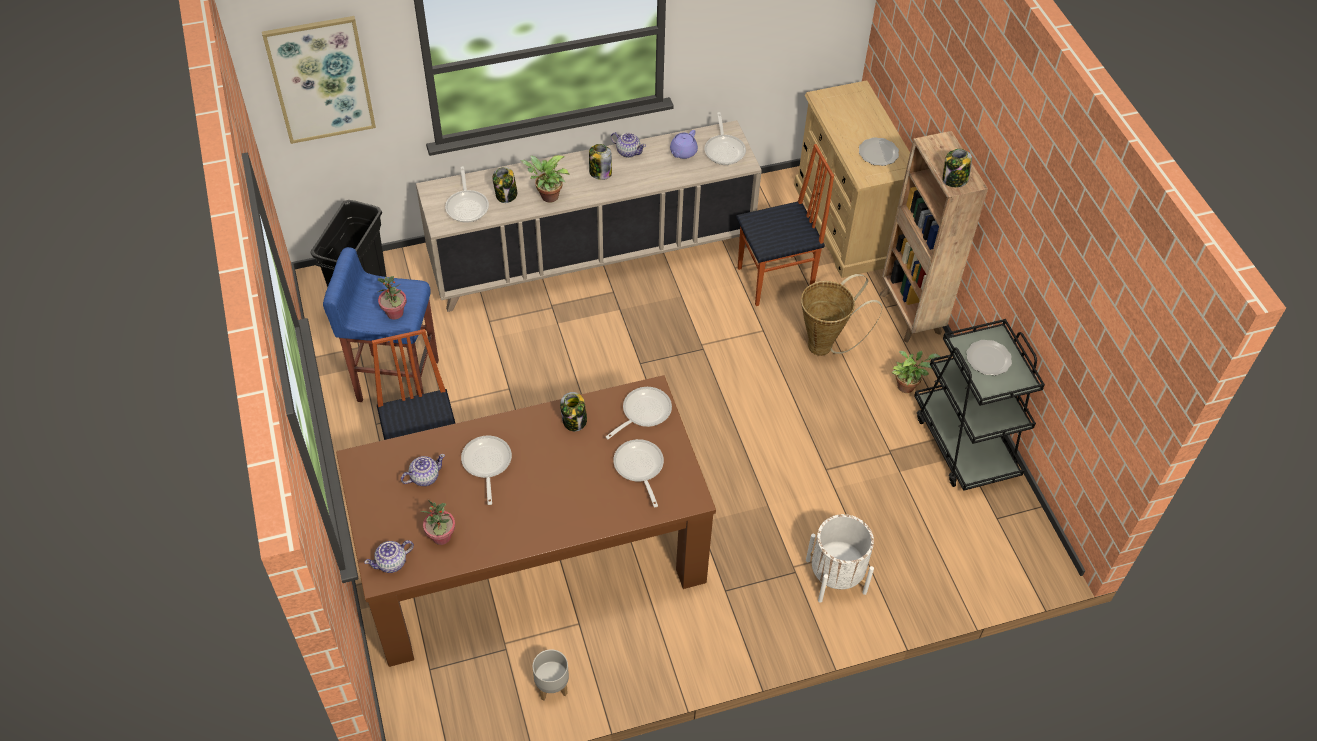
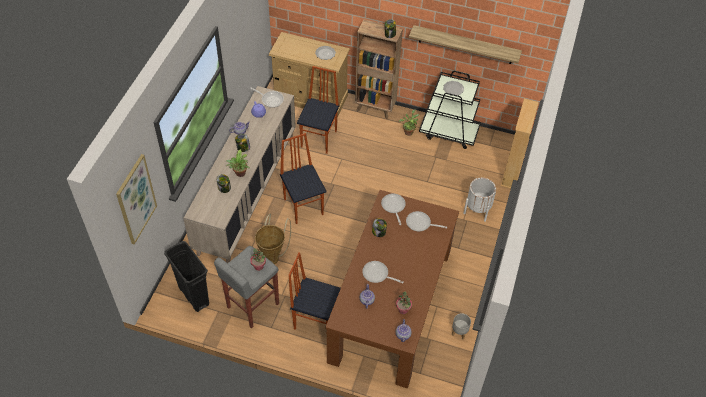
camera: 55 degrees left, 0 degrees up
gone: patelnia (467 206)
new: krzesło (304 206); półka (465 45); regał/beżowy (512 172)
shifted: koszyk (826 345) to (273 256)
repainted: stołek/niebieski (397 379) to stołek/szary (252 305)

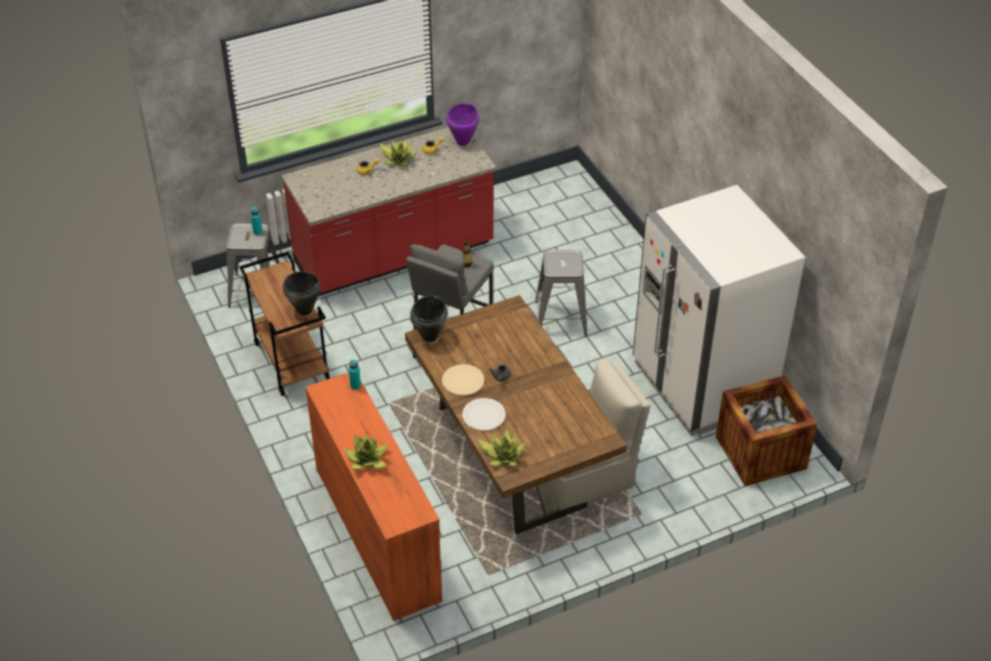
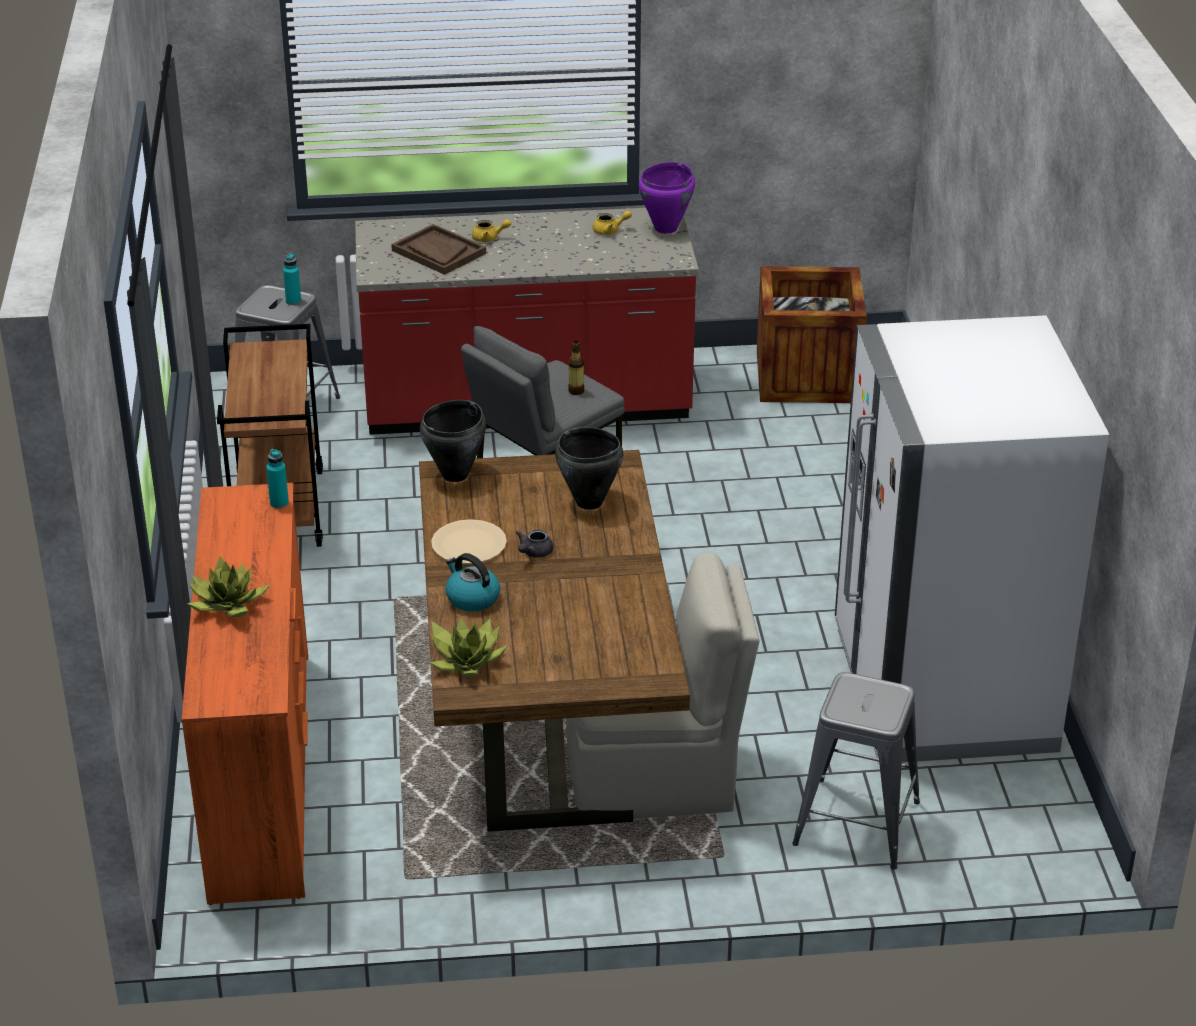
camera: 20 degrees right, 10 degrees down
gone: roślina doniczkowa (398 159)
new: taca/brązowy (438 252)
shifted: garnek/czarny (305 310) to (589 502); stołek/szary (560 318) to (856 822); skrzynka (760 452) to (807 376)
swapped: talerz/biały (484 415) to czajnik (472 598)

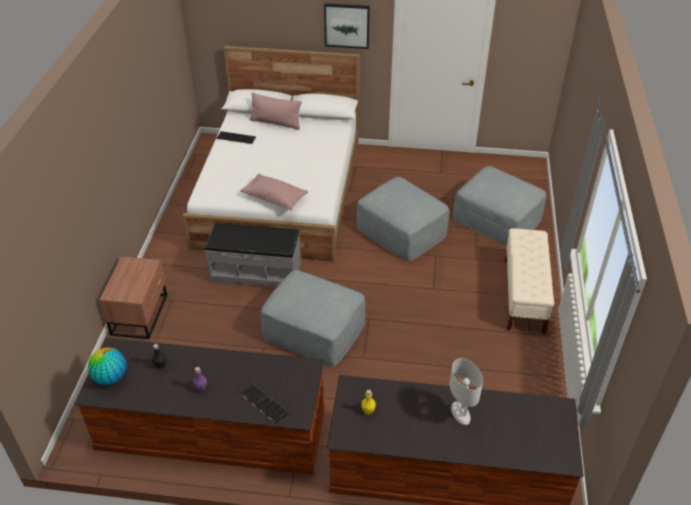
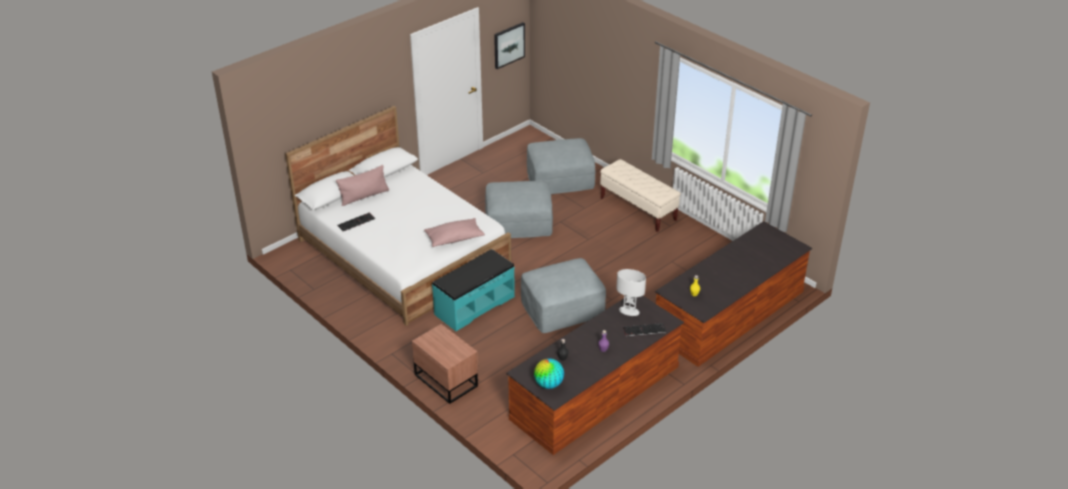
camera: 50 degrees left, 5 degrees down
shifted: obraz (347 25) to (509 45); lampa stołowa/biały (460 414) to (629 311)
repainted: ławka/szary (256 272) to ławka/turkusowy (474 305)

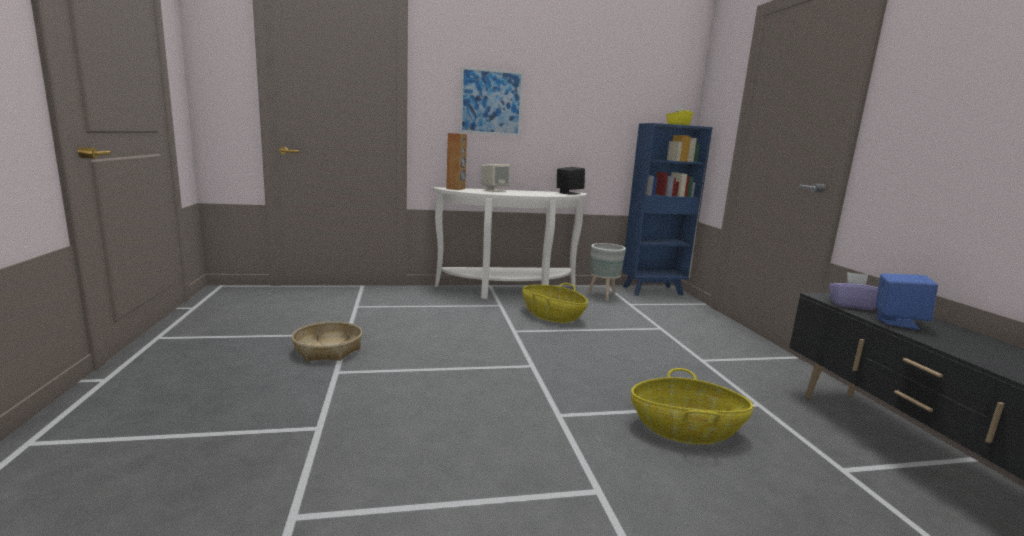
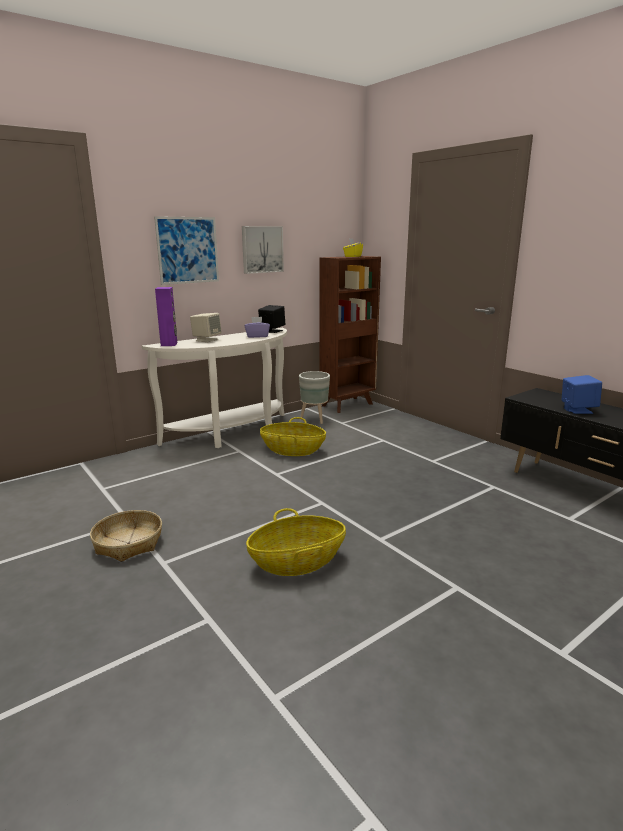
camera: 25 degrees left, 5 degrees up
new: obraz (262 249)
shifted: koszyk (686 430) to (297 562); pudełko chusteczek/fioletowy (851 305) to (257 336)
repainted: głośnik/brązowy (456 189) to głośnik/fioletowy (169 344); regał/niebieski (654 291) to regał/brązowy (348 405)

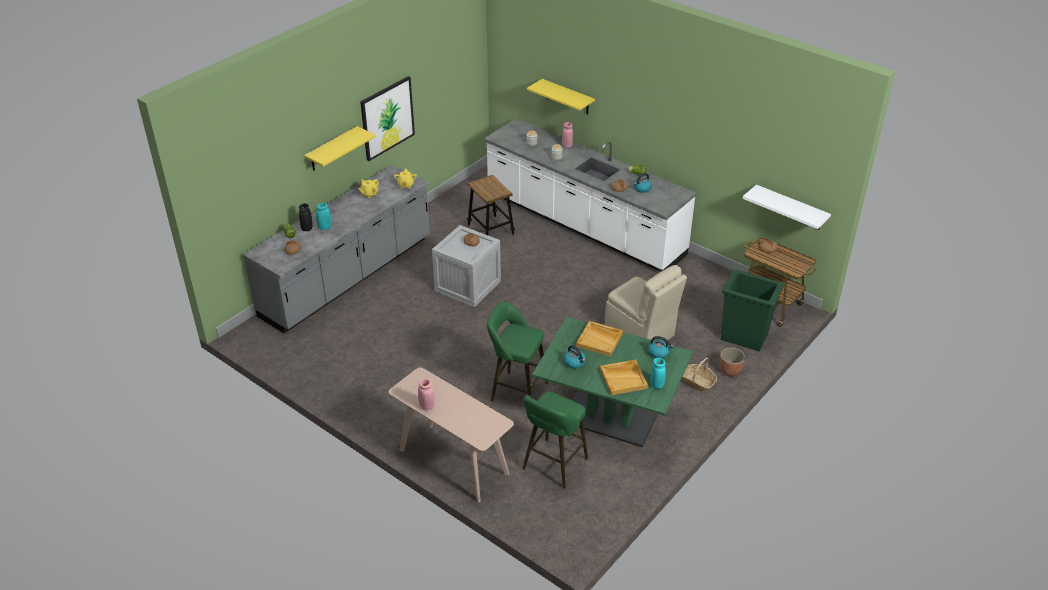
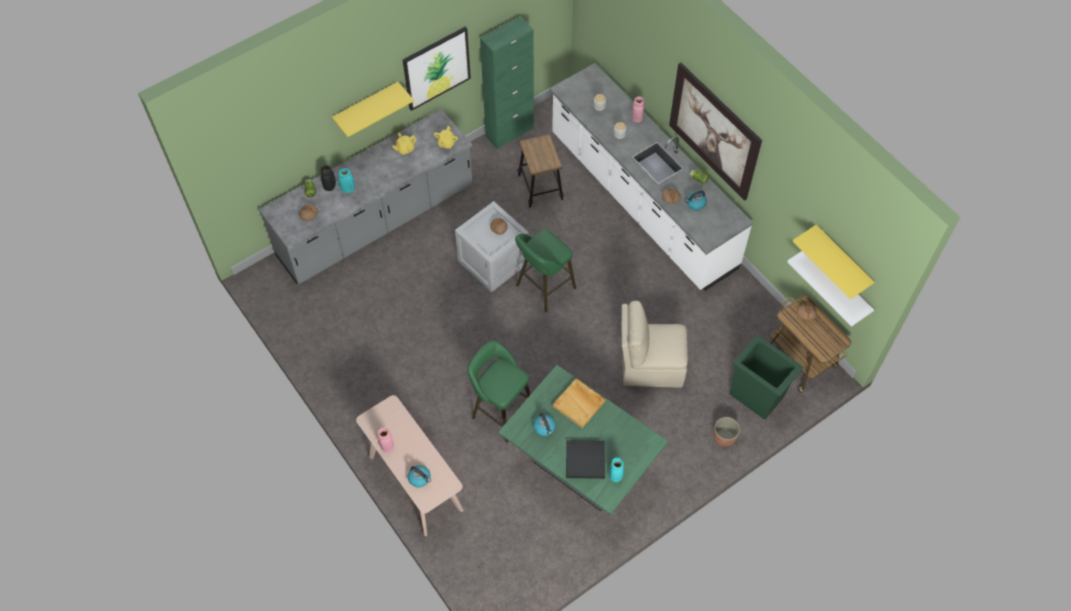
camera: 15 degrees right, 20 degrees up
gone: koszyk (698 381)
new: szafka/zielony (509 132); obraz (714 131)
shifted: stołek/zielony (553 466) to (543 288); półka/żółty (567 97) to (842 259); czajnik (659 352) to (420 478)
repainted: taca/beżowy (623 378) to taca/czarny (585 460)
rotated: krzesło/beżowy (640 333) = (650 366) 120 degrees clockwise

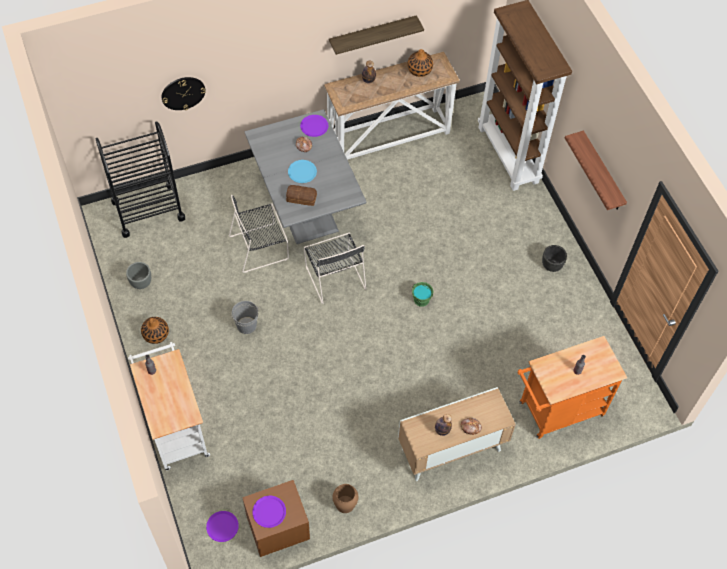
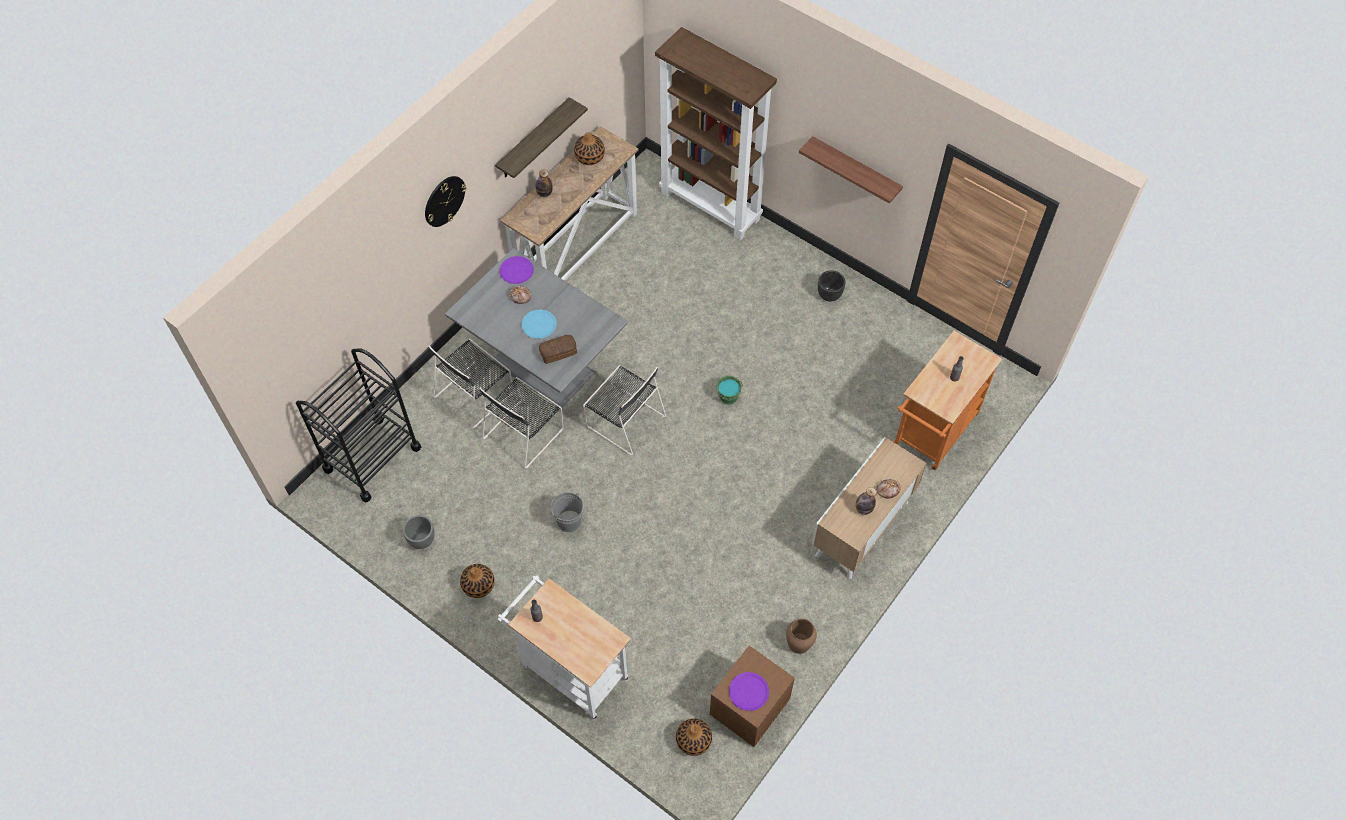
camera: 30 degrees left, 0 degrees up
new: krzesło/czarny (475 393)
shifted: zegar ścienny (183 93) to (444 201)
swapped: talerz/fioletowy (222 526) to wazon (693 740)

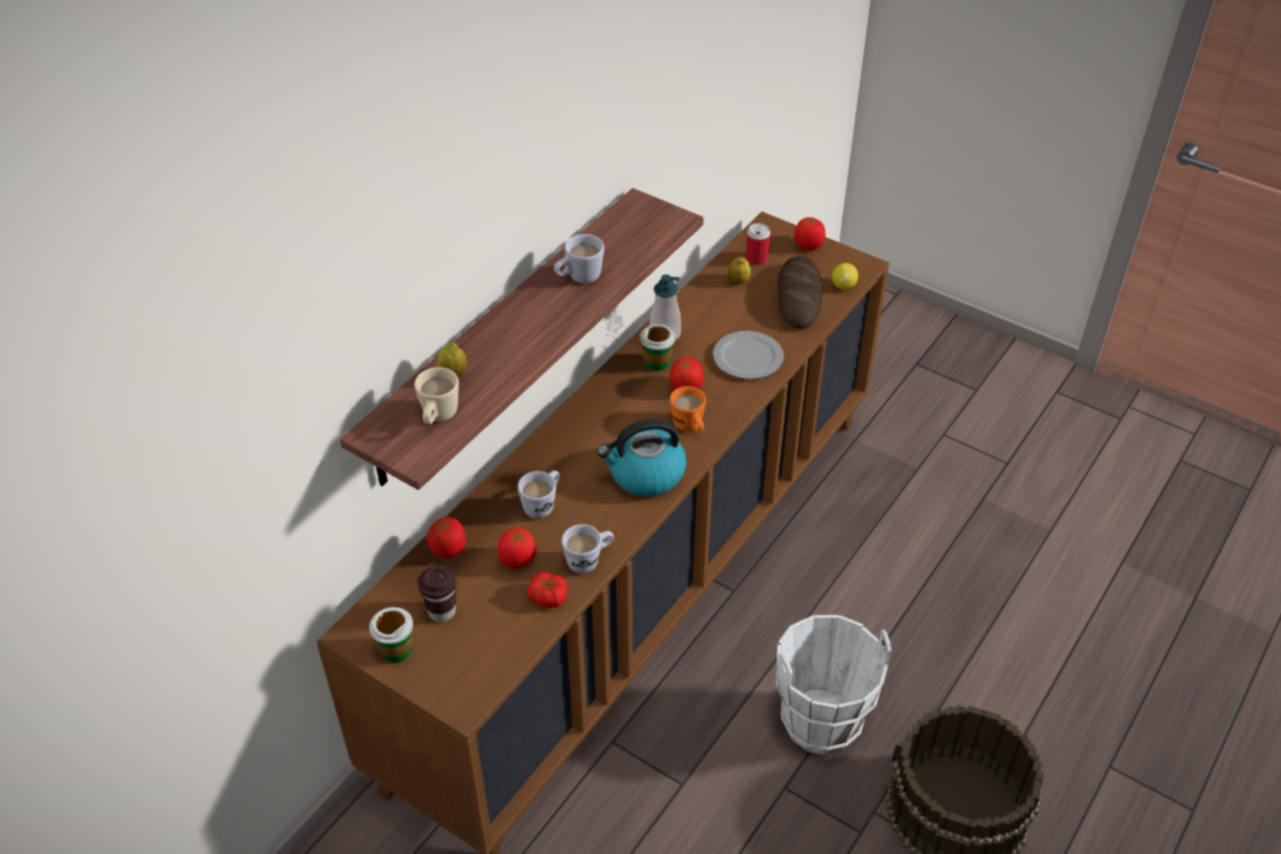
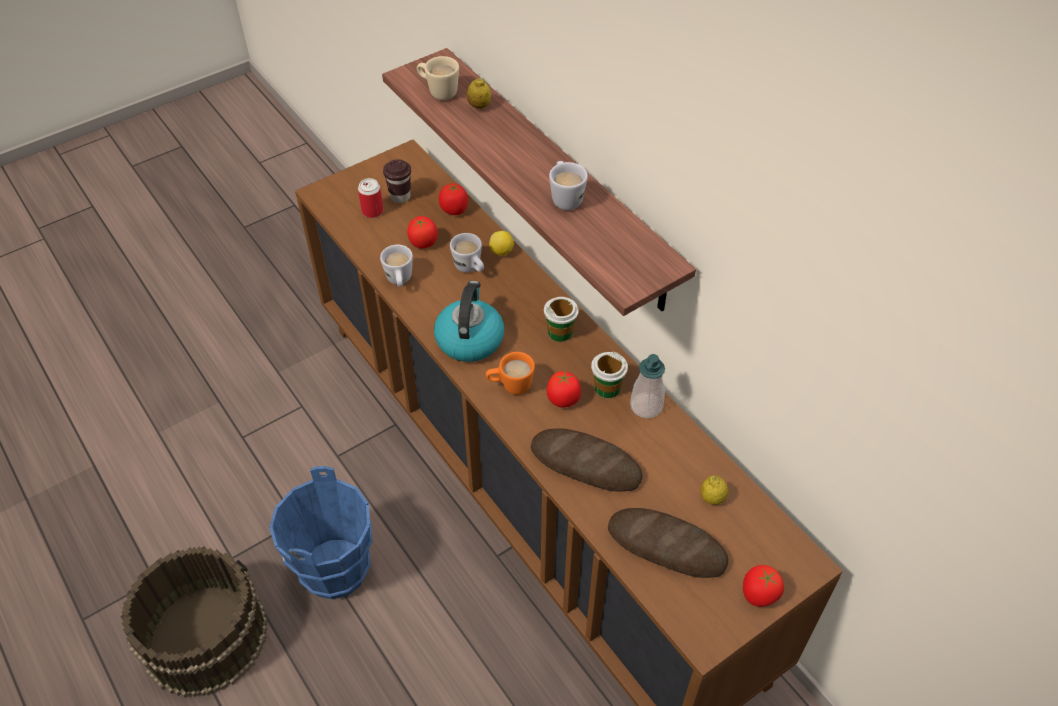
camera: 110 degrees right, 5 degrees up
gone: pomidor (548 597)
shifted: filiżanka (396 650) to (560 332); puszka (756 259) to (372 211); cytryna (843 285) to (501 252)
swapped: talerz (749 357) to chleb (585 464)
repainted: wiadro/biały (820 722) to wiadro/niebieski (336 570)

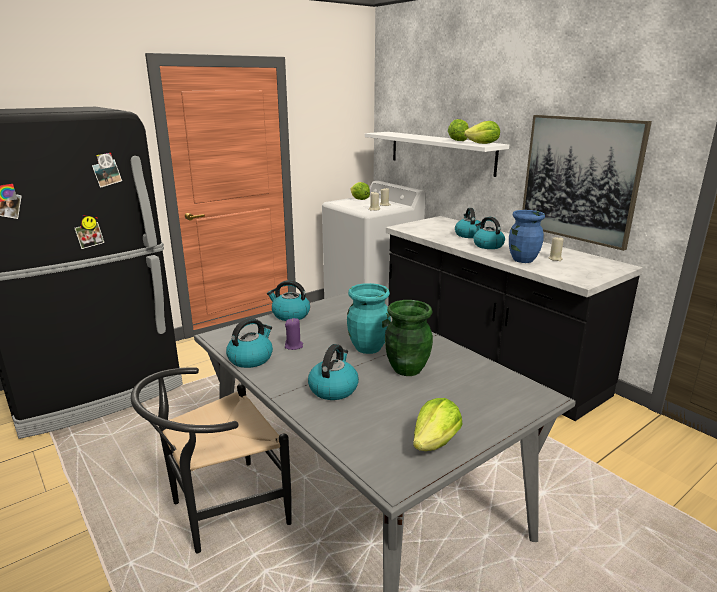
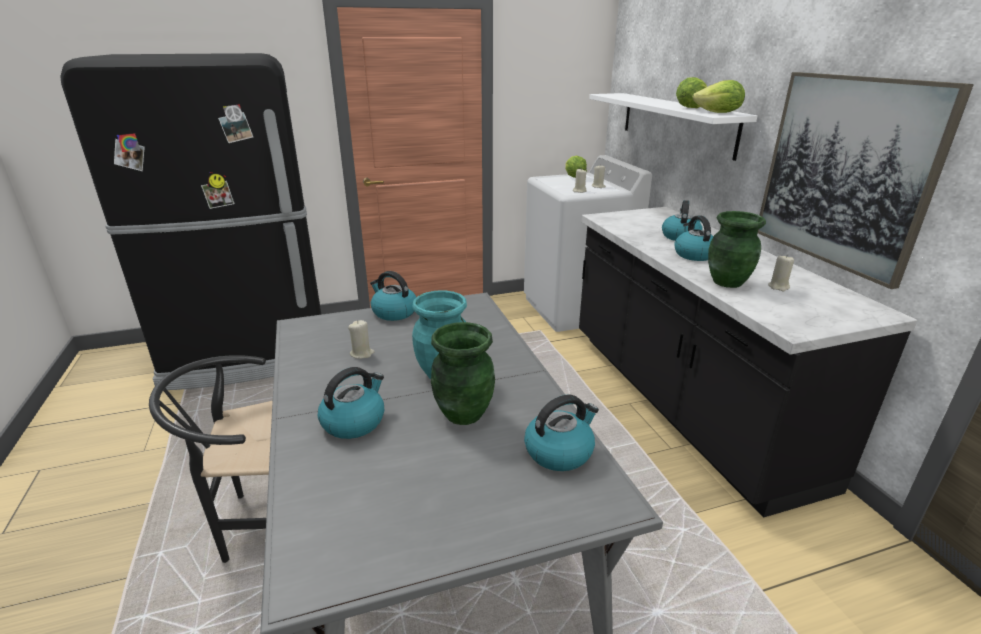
camera: 20 degrees right, 5 degrees up
gone: sałata (435 443)
shifted: czajnik (251 358) to (559 451)
repainted: świeca/fioletowy (294 346) to świeca/beżowy (362 353); wazon/niebieski (523 260) to wazon/zielony (727 282)

